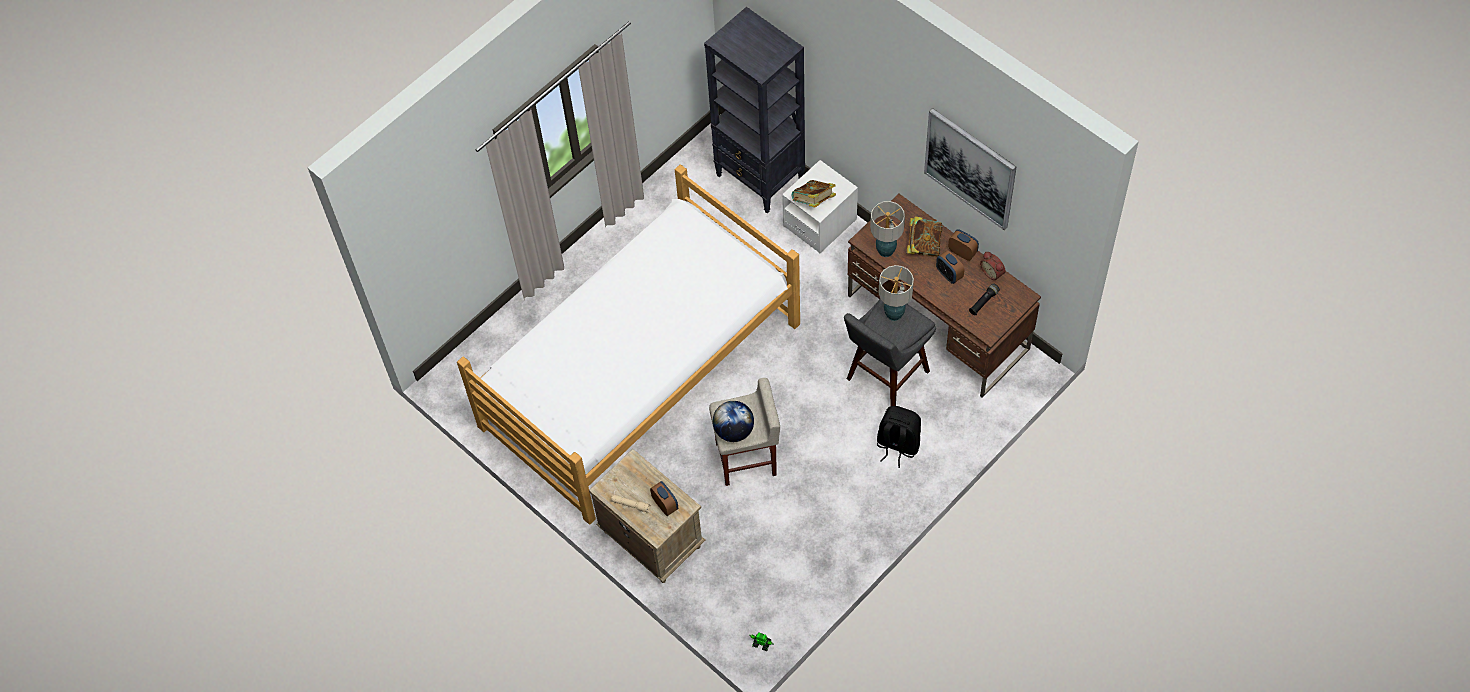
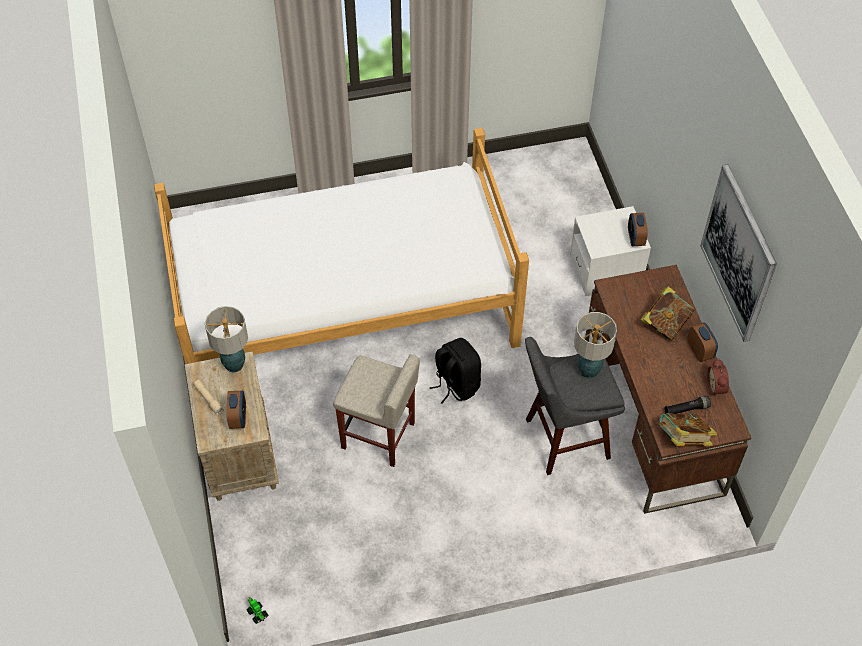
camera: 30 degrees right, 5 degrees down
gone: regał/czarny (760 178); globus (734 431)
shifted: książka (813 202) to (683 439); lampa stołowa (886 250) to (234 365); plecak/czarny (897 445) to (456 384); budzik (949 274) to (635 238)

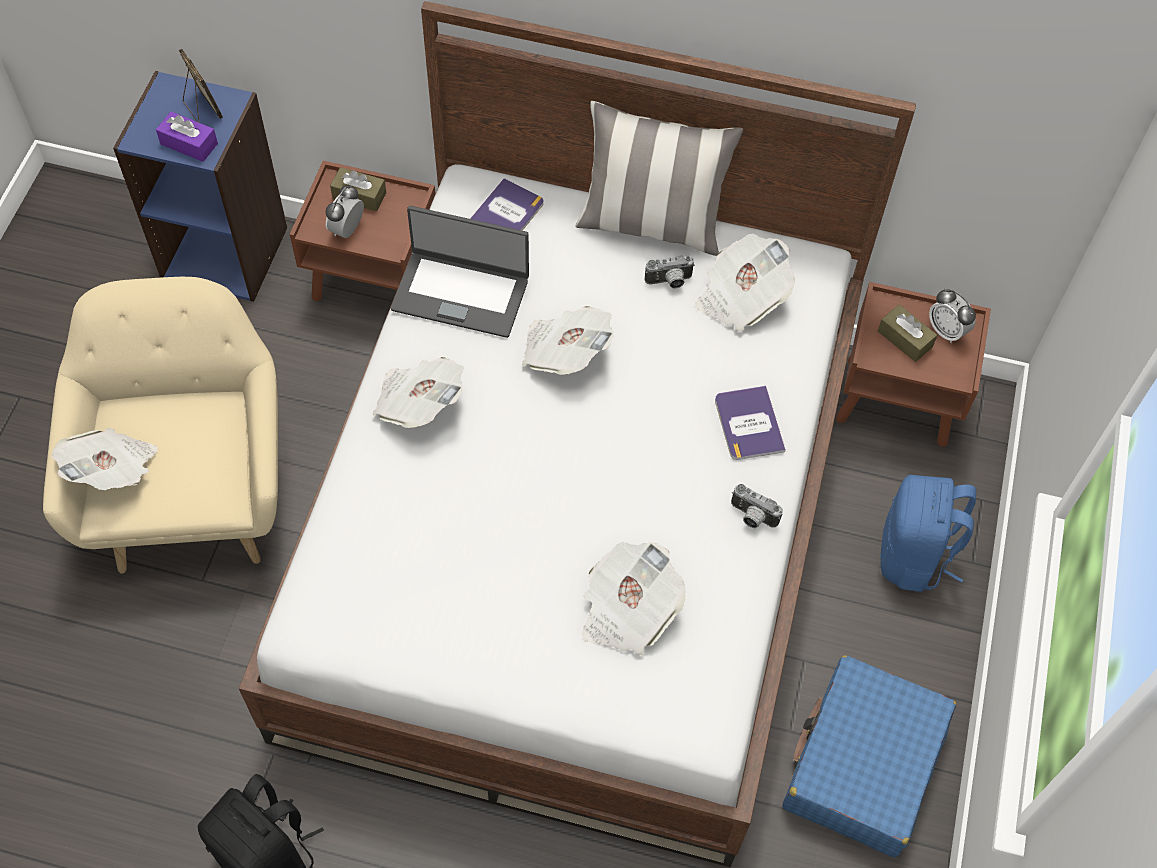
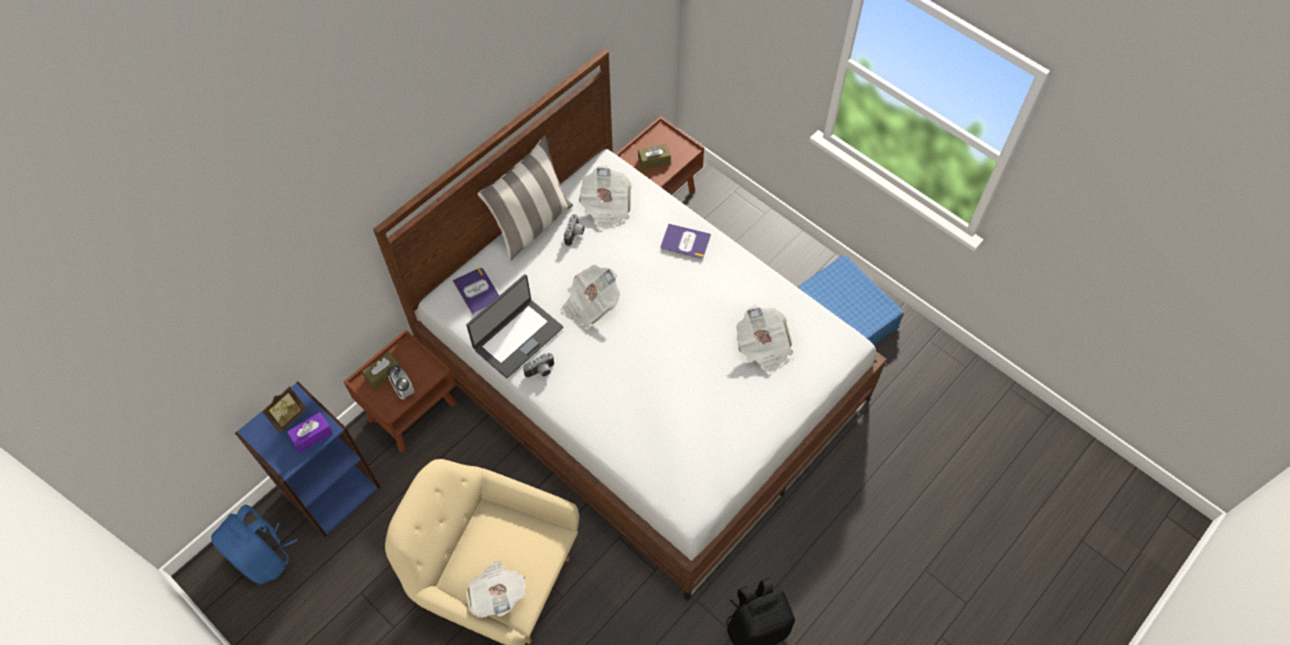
camera: 60 degrees left, 0 degrees up
gone: gazeta (419 403); budzik (946 331)
shifted: aparat fotograficzny (751 517) to (541 372); plecak/niebieski (914 556) to (264 557)
rotated: ramka na zdjęcie (202 109) = (288 417) 135 degrees clockwise

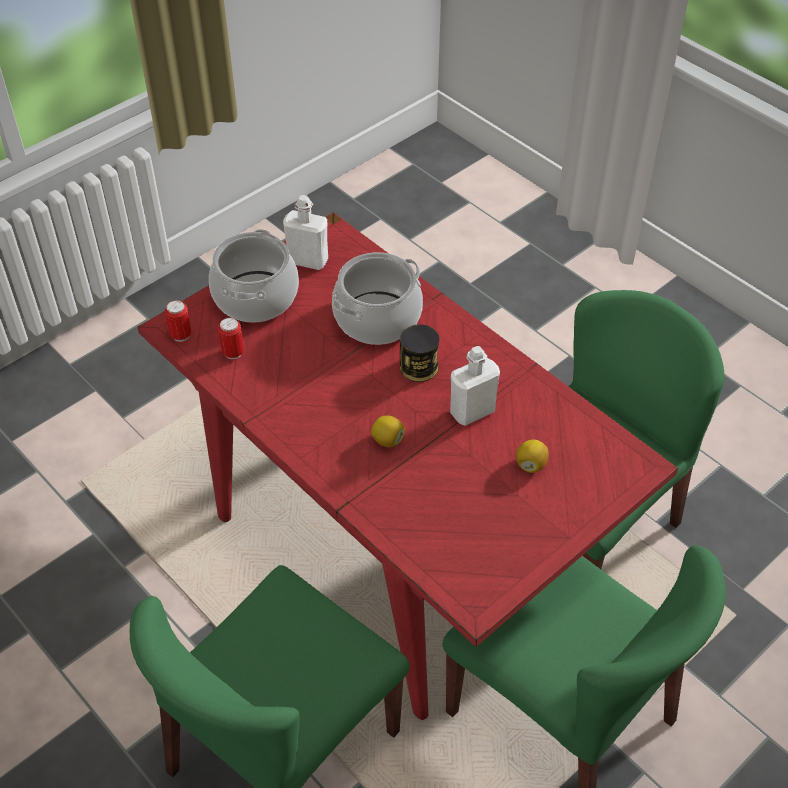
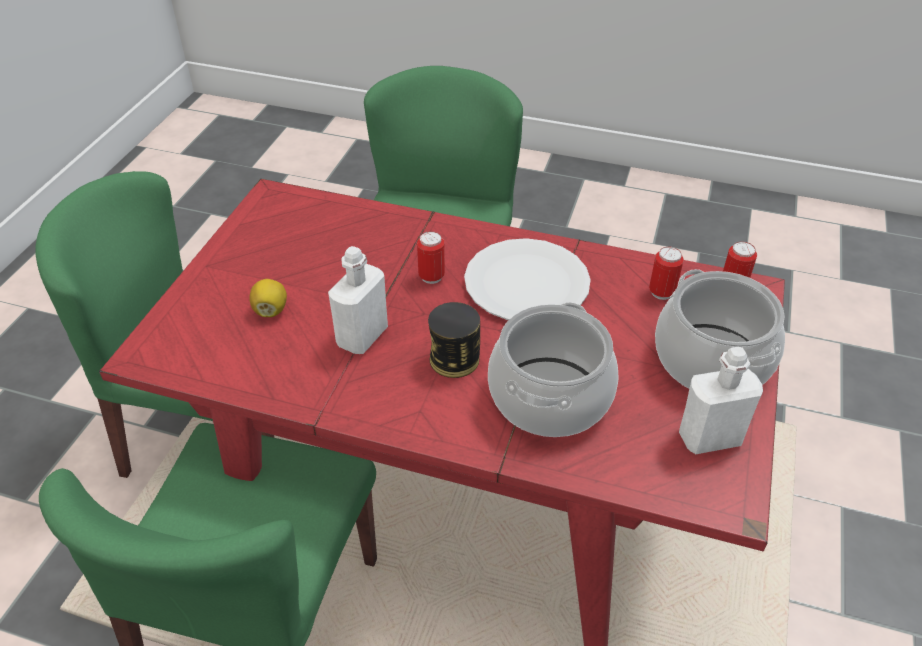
camera: 150 degrees right, 5 degrees down
new: talerz/biały (527 283)
swapped: cytryna (388 440) to puszka (431 277)

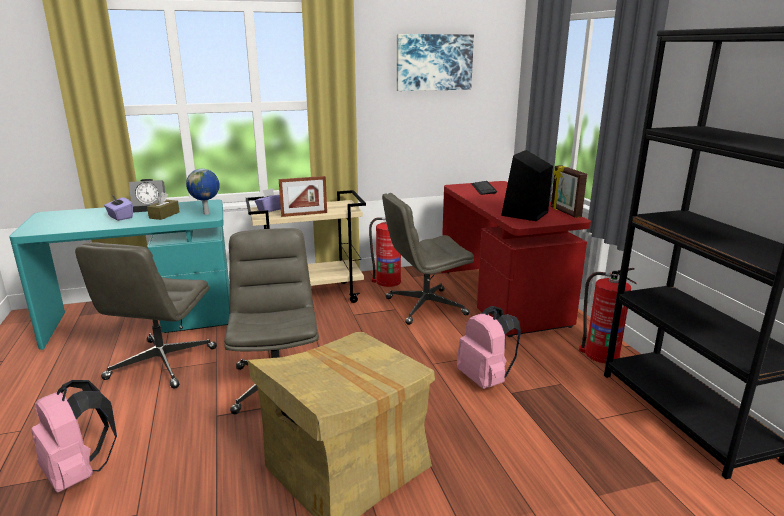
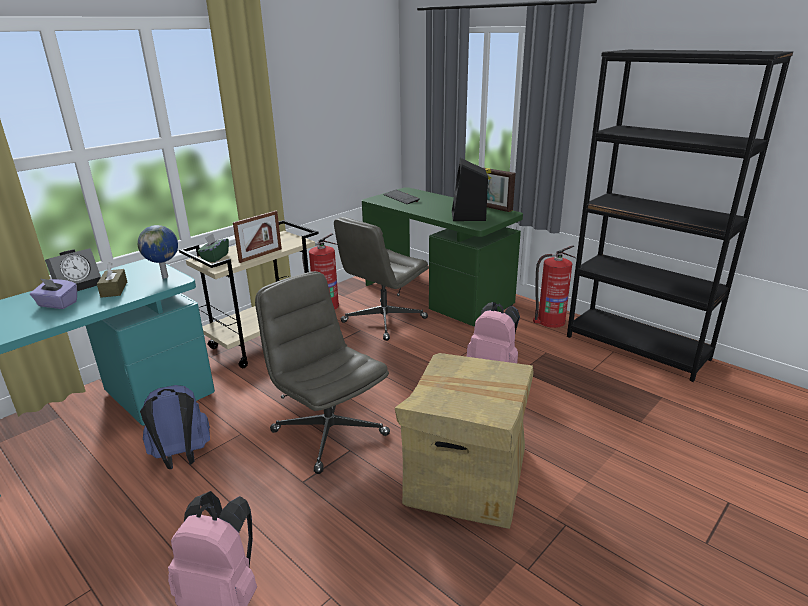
camera: 30 degrees left, 5 degrees up
gone: obraz (434 62)
swapped: krzesło biurowe/szary (161 364) to plecak/niebieski (181 457)
repainted: pudełko chusteczek/fioletowy (270 209) to pudełko chusteczek/zielony (215 257); biurko/czerwony (502 298) to biurko/zielony (438 295)

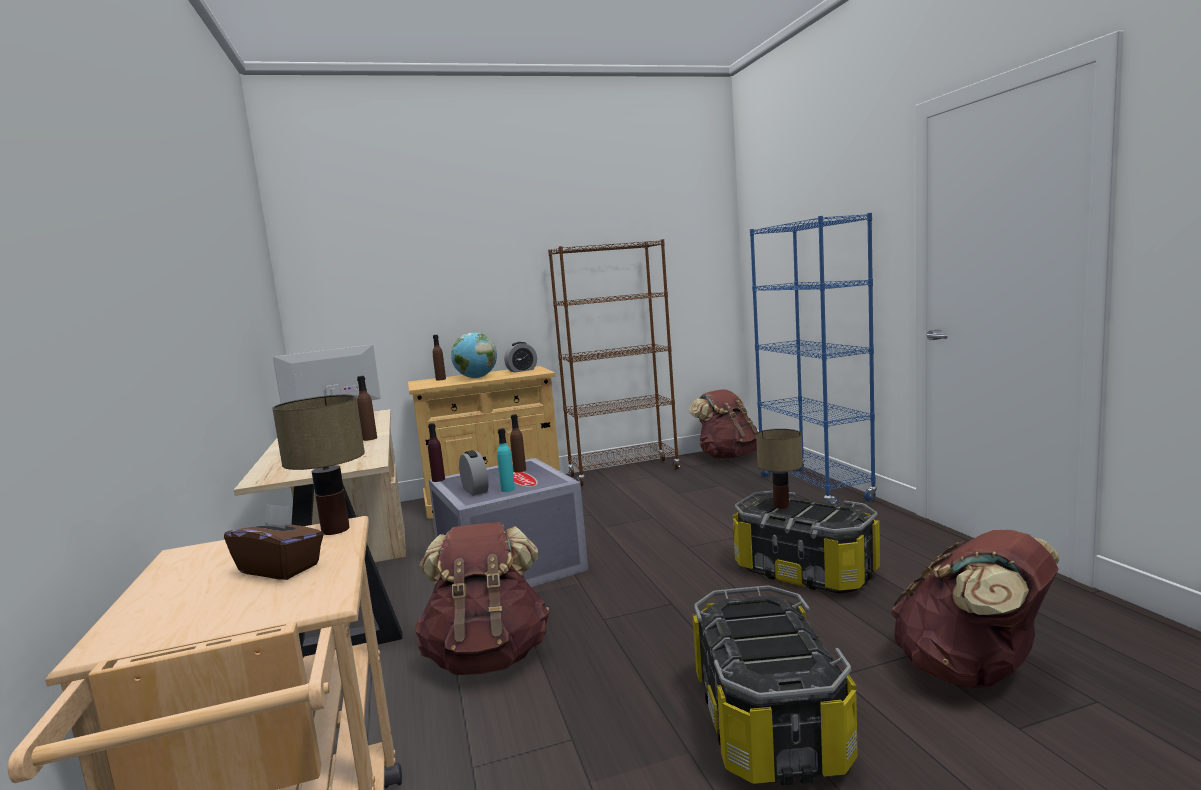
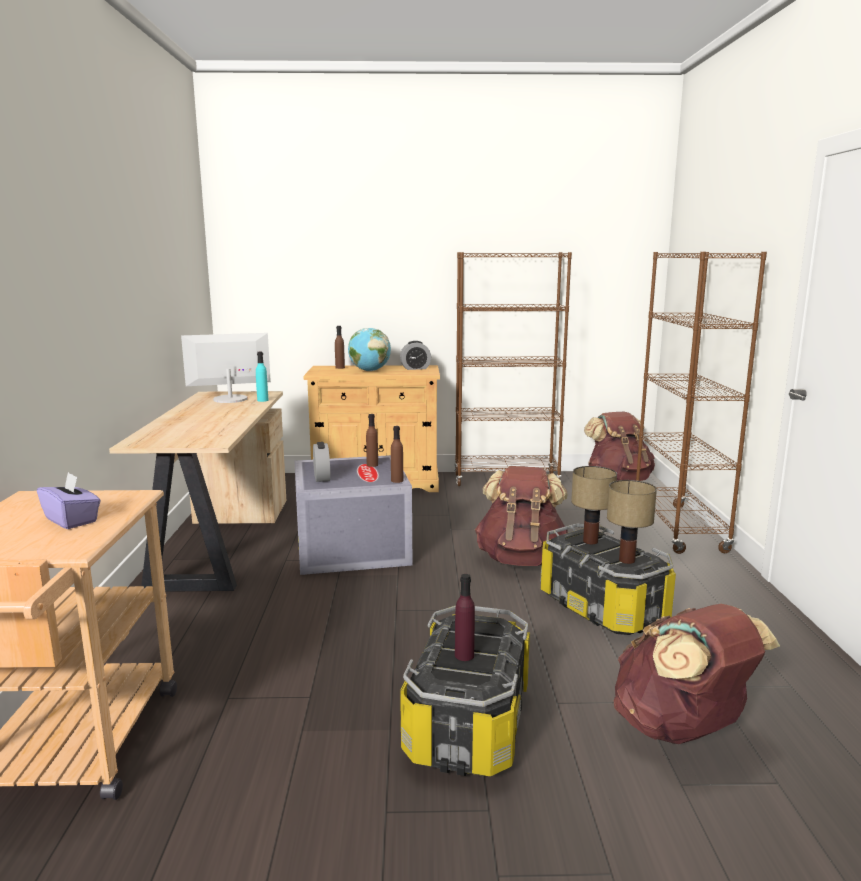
camera: 15 degrees right, 5 degrees up
shifted: lampa stołowa (334 530) to (626 560); butelka/brązowy (369 438) to (397 480); plecak/brązowy (488 656) to (521 559); butelka/fioletowy (438 479) to (464 655); butelka/turkusowy (508 489) to (262 400)
repainted: pudełko chusteczek/brązowy (280 568) to pudełko chusteczek/fioletowy (72 520); regał/niebieski (814 488) to regał/brązowy (678 529)

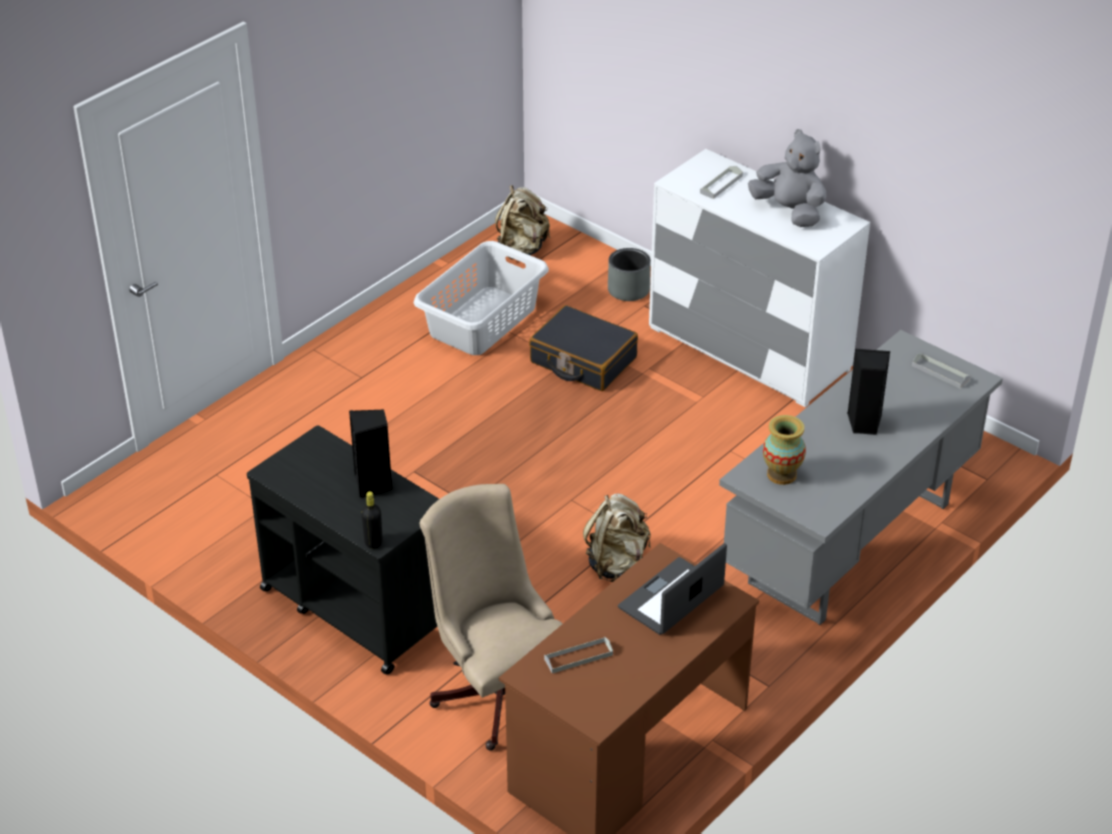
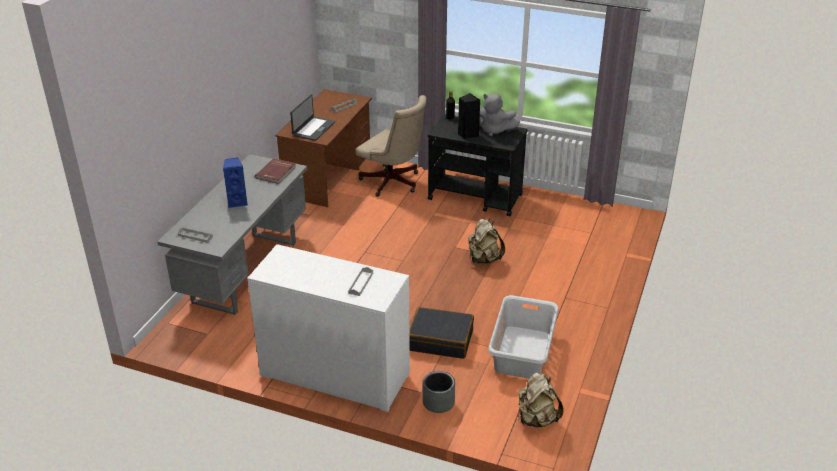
camera: 160 degrees right, 5 degrees down
shifted: plecak/beżowy (617 563) to (484 259); pluszak/szary (789 211) to (494 130)
swapped: wazon (781 475) to książka/czerwony (276 172)
repainted: głośnik/czarny (864 423) to głośnik/niebieski (237 202)

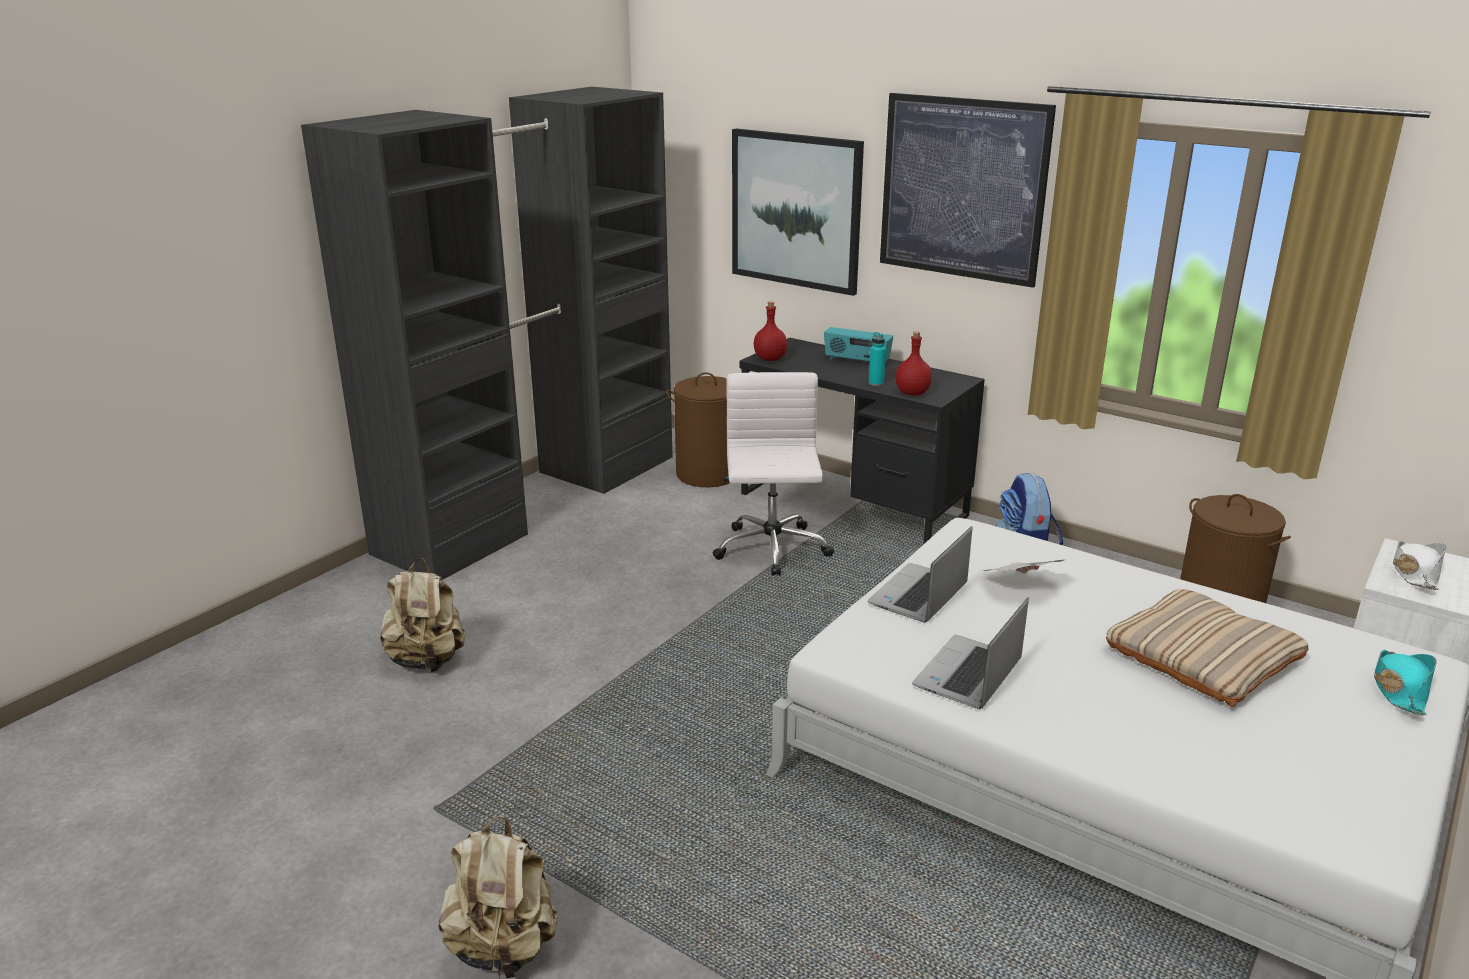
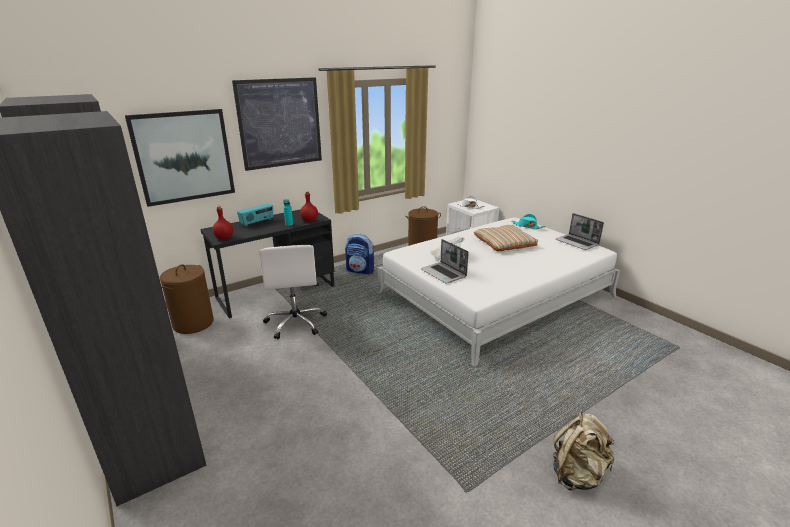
camera: 70 degrees left, 0 degrees up
gone: plecak/beżowy (427 660)
shifted: laptop (969 675) to (577 243)
rotated: krzesło biurowe/biały (772 550) = (296 323) 120 degrees counterclockwise

